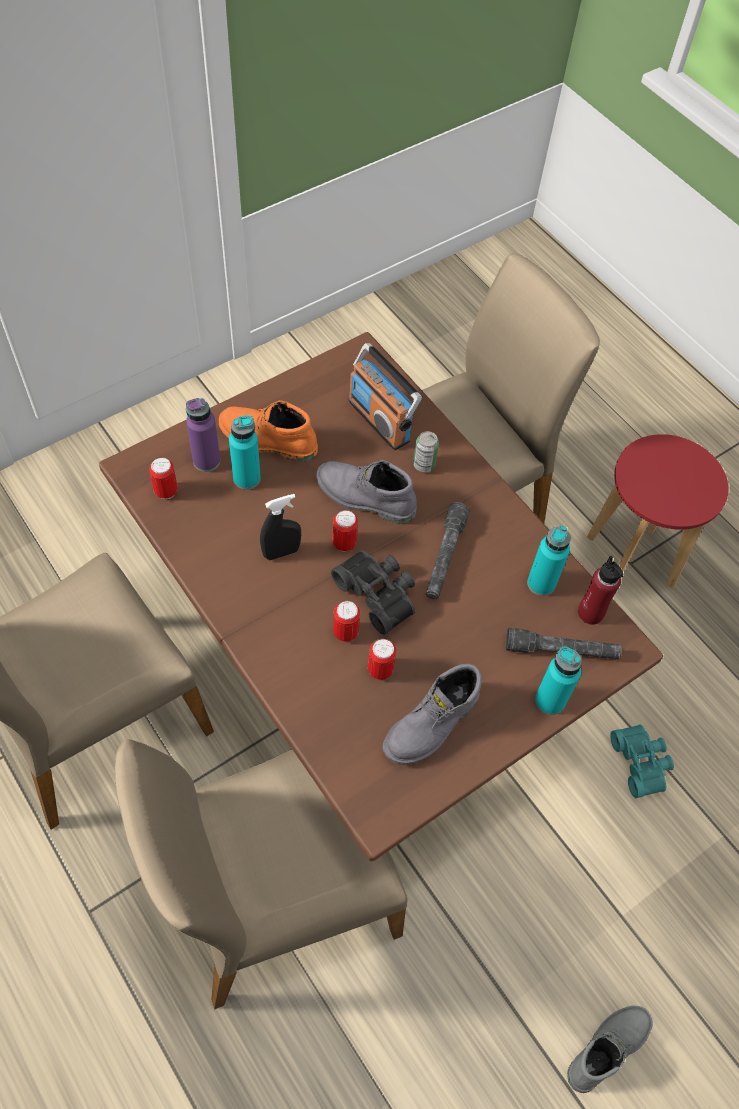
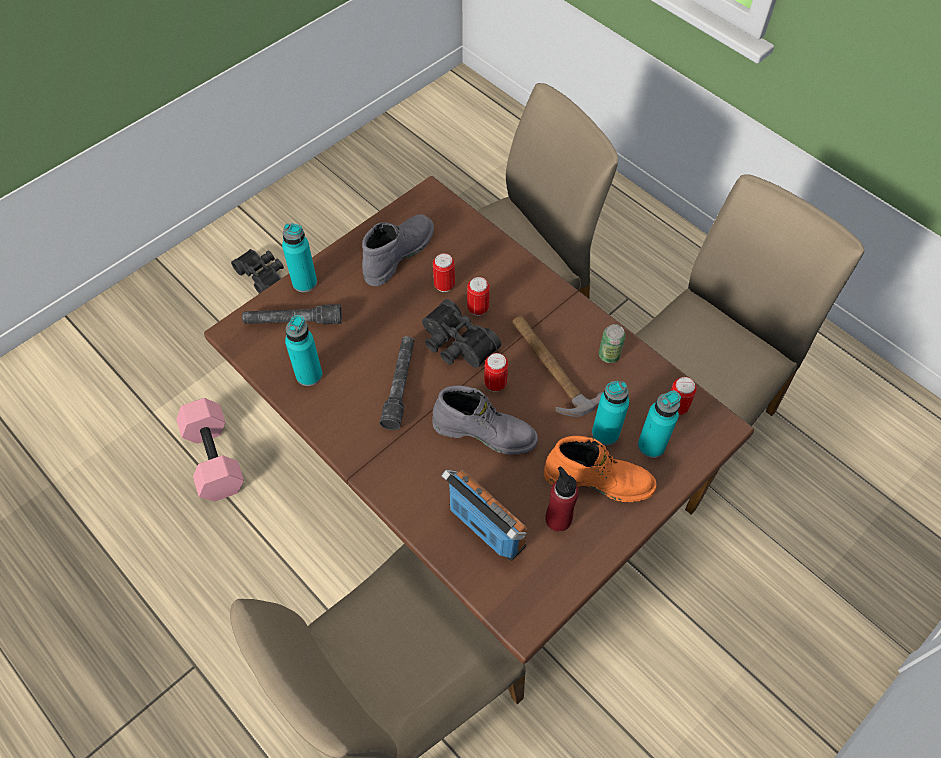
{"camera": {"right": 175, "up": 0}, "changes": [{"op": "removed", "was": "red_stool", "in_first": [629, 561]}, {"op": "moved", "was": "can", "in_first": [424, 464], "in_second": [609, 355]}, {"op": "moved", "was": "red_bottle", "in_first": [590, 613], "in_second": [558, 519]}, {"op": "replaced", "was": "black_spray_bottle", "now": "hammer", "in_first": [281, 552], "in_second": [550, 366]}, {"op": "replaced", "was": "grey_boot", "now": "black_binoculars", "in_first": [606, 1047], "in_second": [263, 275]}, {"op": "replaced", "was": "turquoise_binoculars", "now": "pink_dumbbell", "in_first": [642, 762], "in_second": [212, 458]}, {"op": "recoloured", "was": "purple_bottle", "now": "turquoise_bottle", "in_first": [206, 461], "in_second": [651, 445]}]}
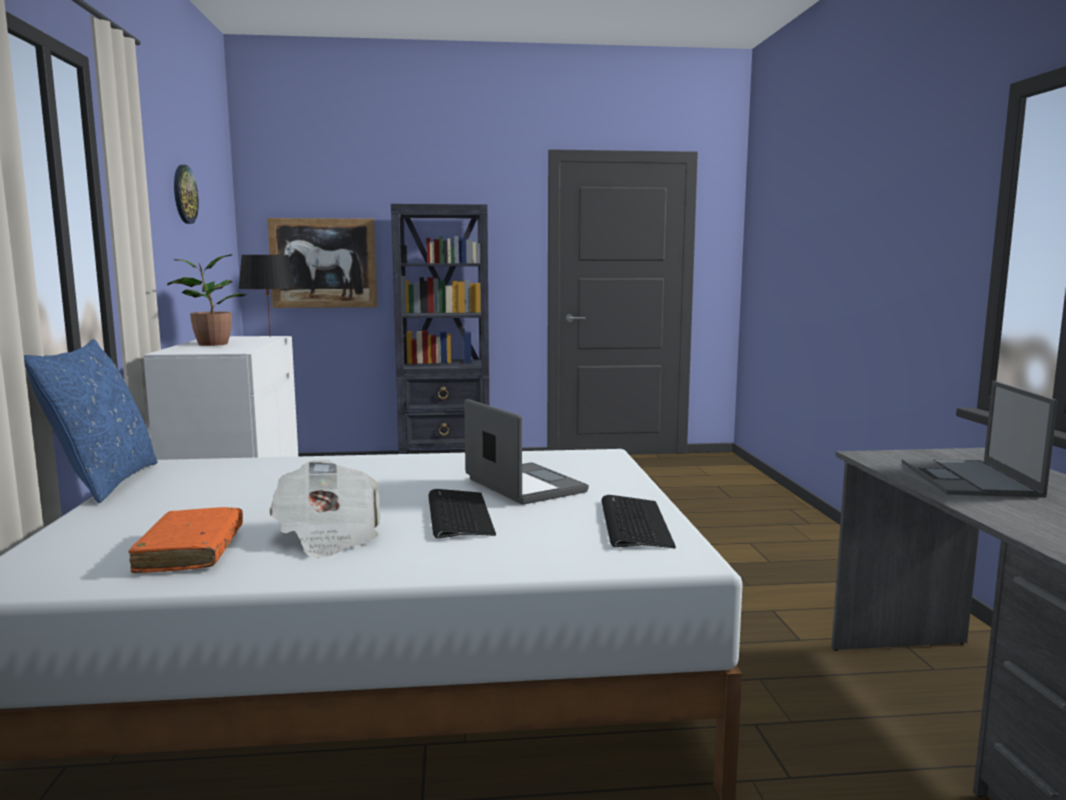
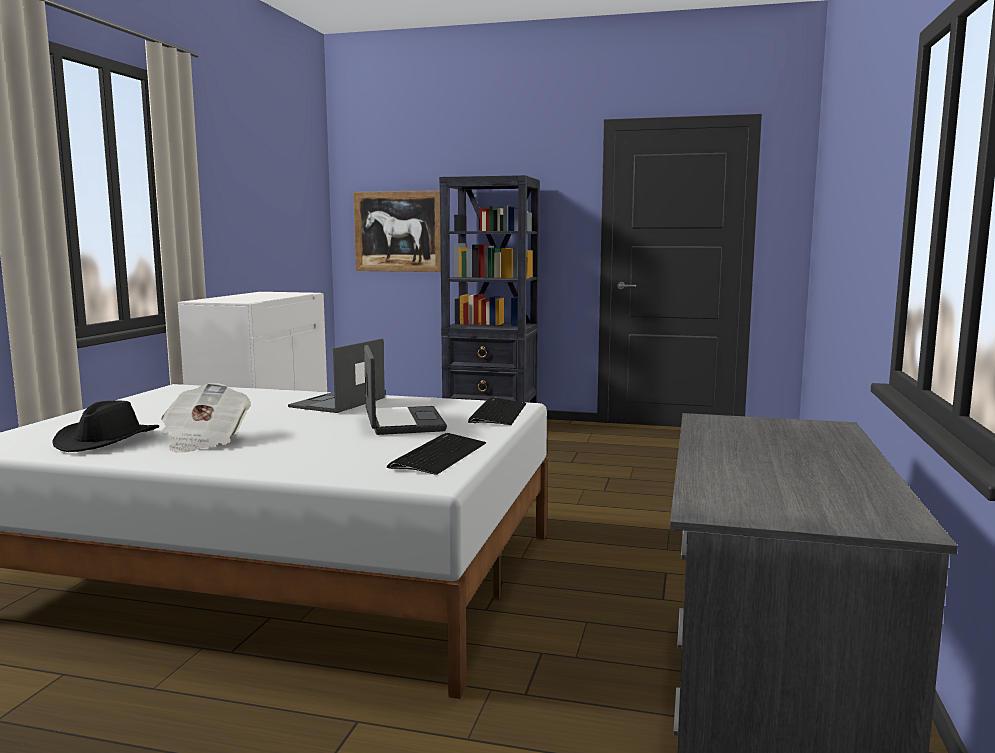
{"camera": {"right": 20, "up": 0}, "changes": [{"op": "removed", "was": "blue_pillow", "in_first": [103, 483]}, {"op": "removed", "was": "potted_plant", "in_first": [210, 344]}, {"op": "removed", "was": "wall_clock", "in_first": [184, 194]}, {"op": "removed", "was": "black_table_lamp", "in_first": [269, 337]}, {"op": "moved", "was": "keyboard", "in_first": [458, 515], "in_second": [497, 413]}, {"op": "moved", "was": "laptop", "in_first": [970, 479], "in_second": [337, 402]}, {"op": "replaced", "was": "orange_book", "now": "black_hat", "in_first": [191, 551], "in_second": [107, 440]}]}
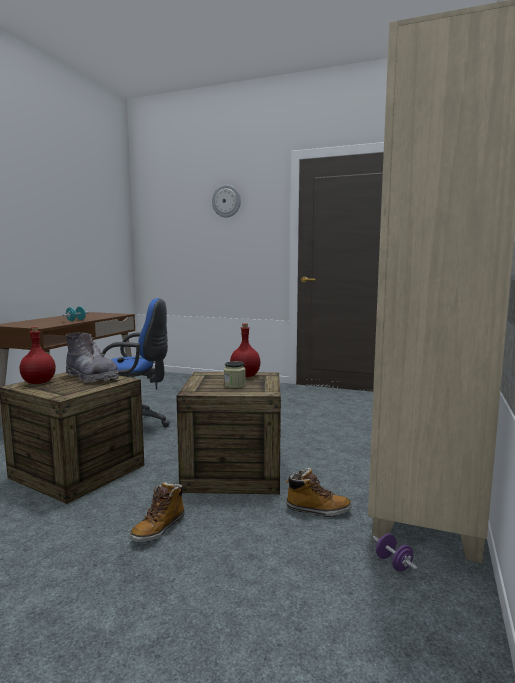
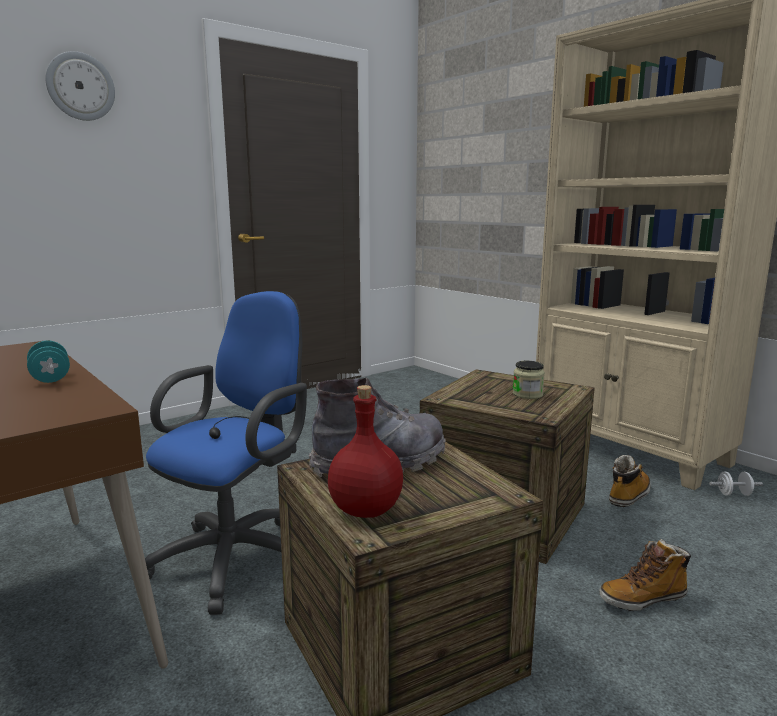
{"camera": {"right": -60, "up": 5}, "changes": [{"op": "removed", "was": "red_bottle", "in_first": [245, 376]}, {"op": "recoloured", "was": "purple_dumbbell", "now": "white_dumbbell", "in_first": [393, 564], "in_second": [734, 494]}, {"op": "turned", "was": "boot", "in_first": [159, 529], "in_second": [643, 598], "clockwise": 105}]}
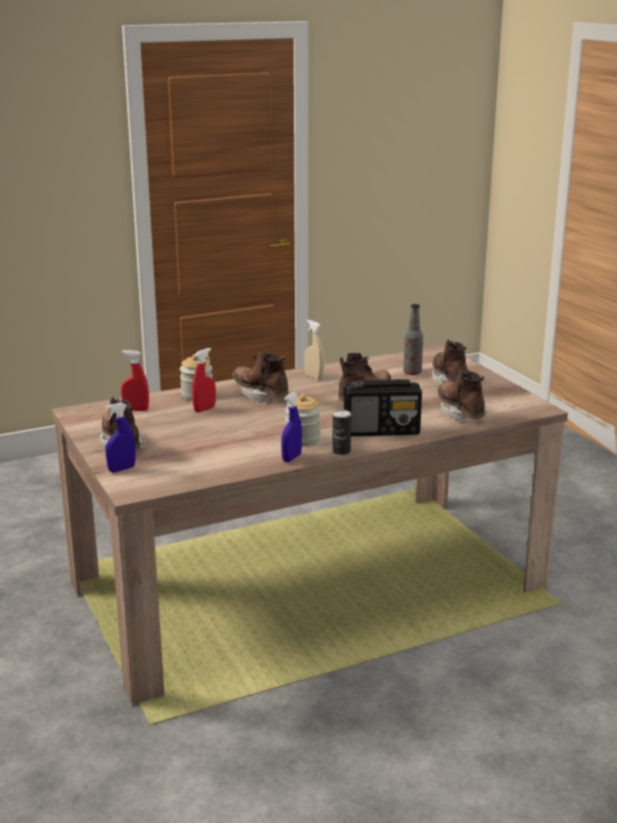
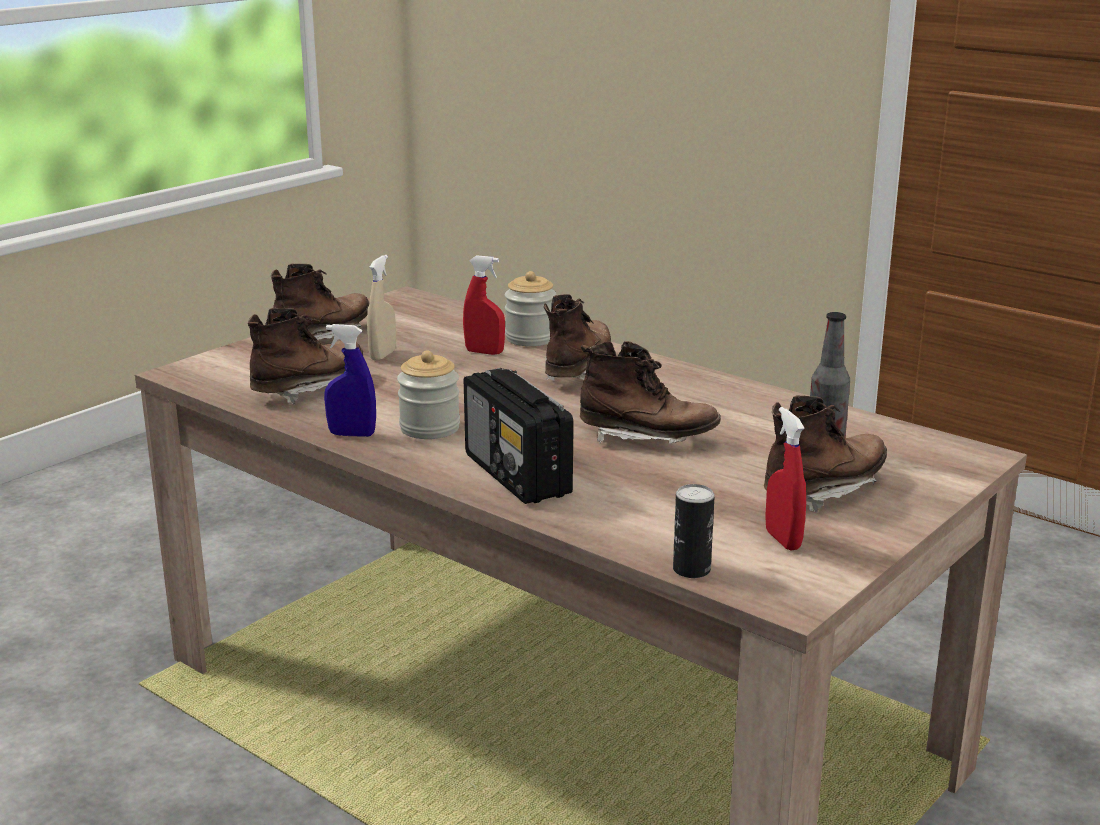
{"camera": {"right": 65, "up": 0}, "changes": [{"op": "removed", "was": "blue_spray_bottle", "in_first": [121, 469]}, {"op": "moved", "was": "red_spray_bottle", "in_first": [136, 410], "in_second": [783, 540]}, {"op": "moved", "was": "beige_spray_bottle", "in_first": [314, 377], "in_second": [383, 355]}, {"op": "moved", "was": "can", "in_first": [341, 451], "in_second": [691, 569]}, {"op": "moved", "was": "brown_boot", "in_first": [460, 413], "in_second": [308, 389]}]}
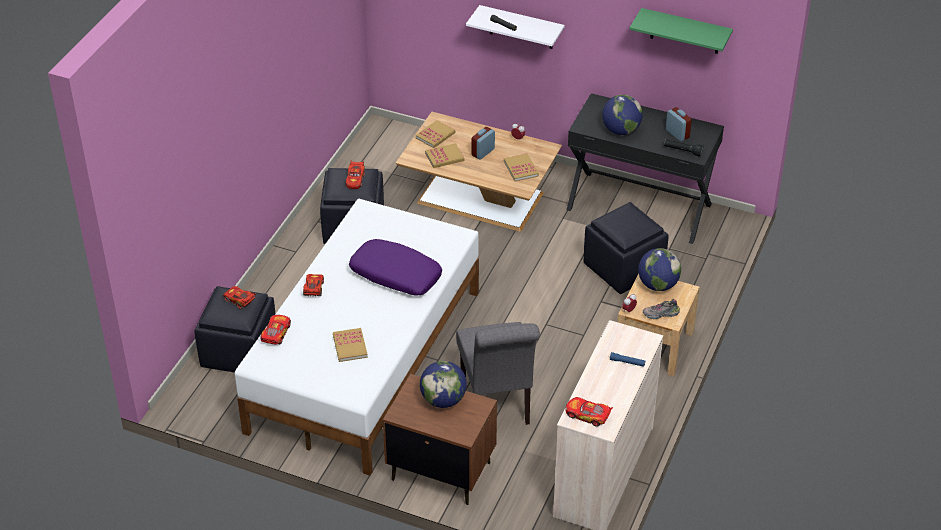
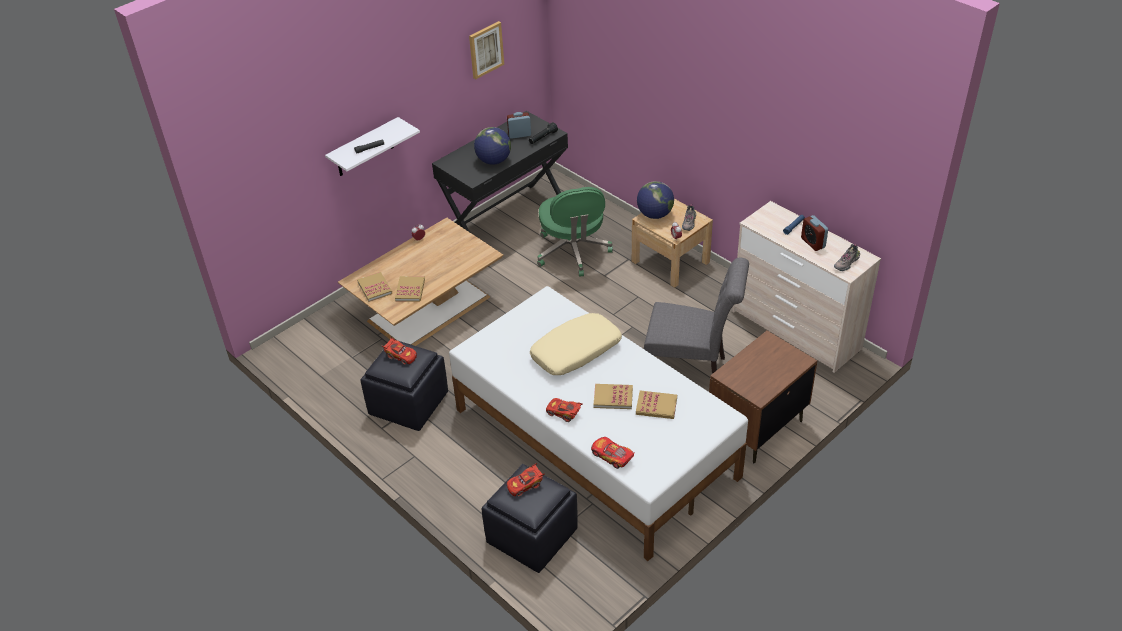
{"camera": {"right": -65, "up": 0}, "changes": [{"op": "removed", "was": "globe", "in_first": [443, 400]}, {"op": "moved", "was": "alarm_clock", "in_first": [483, 152], "in_second": [813, 243]}, {"op": "moved", "was": "book", "in_first": [521, 169], "in_second": [613, 397]}, {"op": "replaced", "was": "toy_car", "now": "shoe", "in_first": [588, 415], "in_second": [846, 263]}, {"op": "replaced", "was": "black_ottoman", "now": "green_office_chair", "in_first": [622, 268], "in_second": [573, 252]}, {"op": "replaced", "was": "green_shelf", "now": "picture", "in_first": [685, 31], "in_second": [485, 49]}, {"op": "recoloured", "was": "purple_pillow", "now": "beige_pillow", "in_first": [395, 275], "in_second": [576, 352]}]}
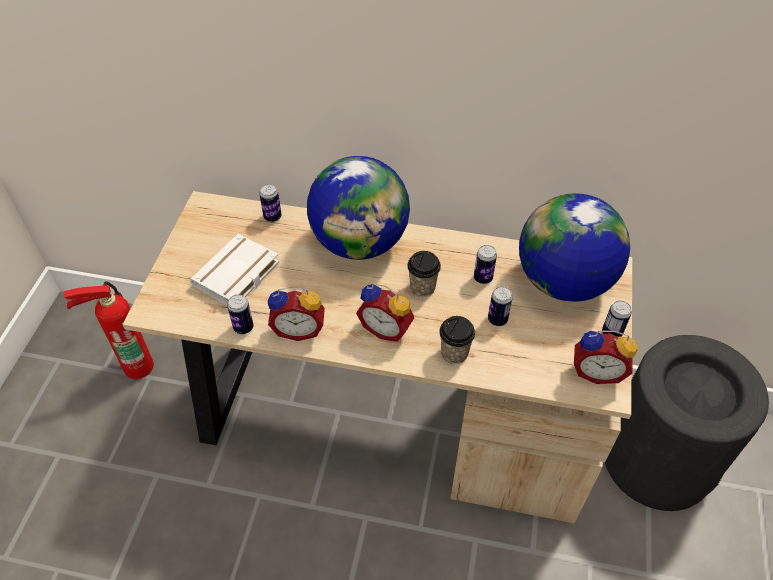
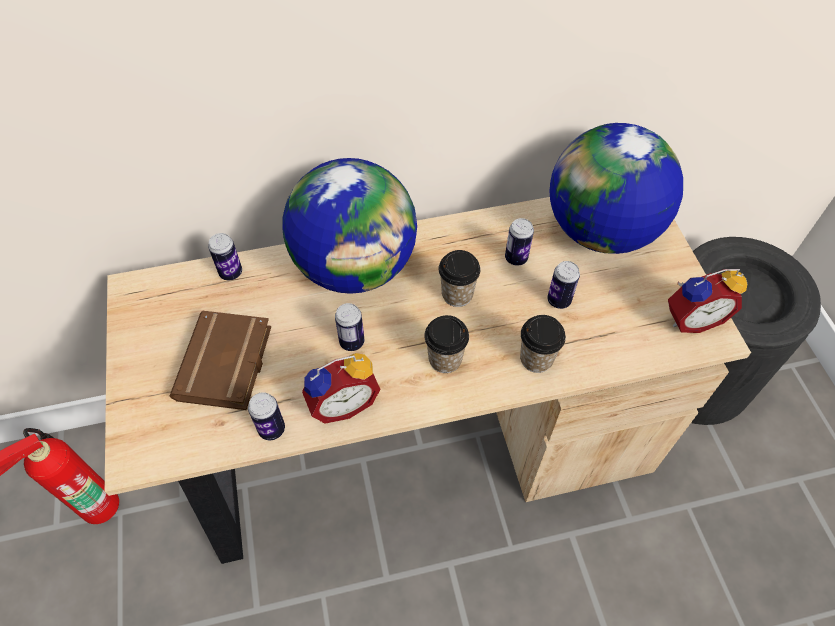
{"camera": {"right": -25, "up": 5}, "changes": [{"op": "moved", "was": "can", "in_first": [611, 334], "in_second": [352, 342]}, {"op": "replaced", "was": "alarm_clock", "now": "cup", "in_first": [387, 328], "in_second": [445, 359]}, {"op": "recoloured", "was": "white_book", "now": "brown_book", "in_first": [237, 277], "in_second": [227, 366]}]}
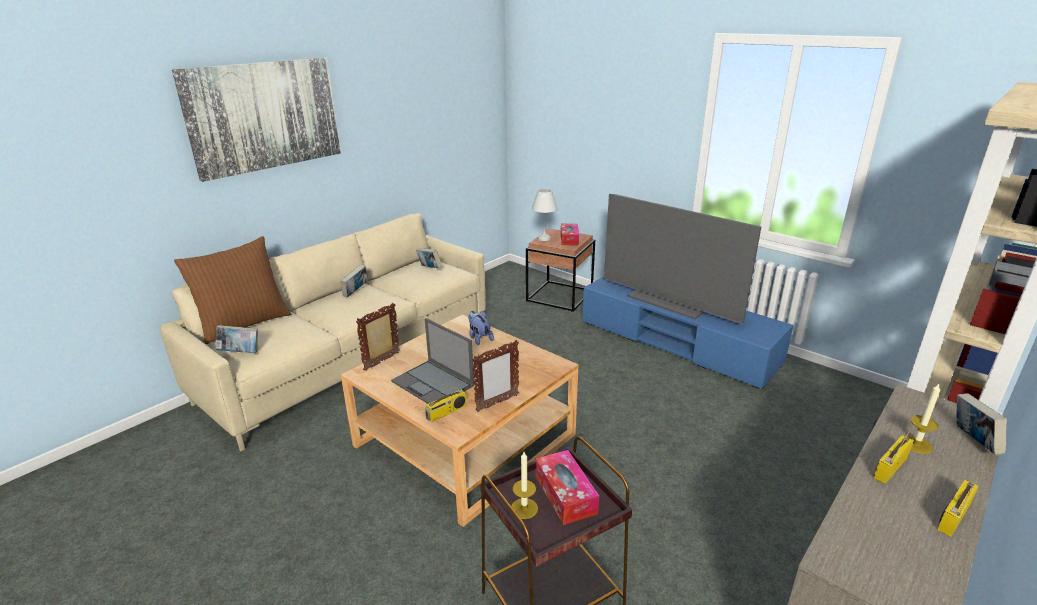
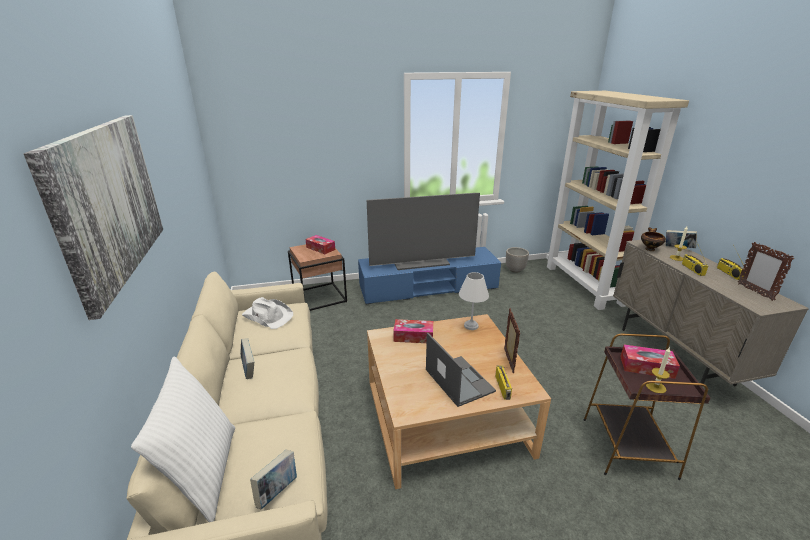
{"camera": {"right": -55, "up": 0}, "changes": [{"op": "added", "now": "planter", "in_second": [515, 270]}, {"op": "added", "now": "bowl", "in_second": [649, 249]}, {"op": "moved", "was": "picture_frame", "in_first": [382, 361], "in_second": [754, 292]}, {"op": "moved", "was": "white_table_lamp", "in_first": [543, 238], "in_second": [470, 326]}, {"op": "replaced", "was": "book", "now": "white_hat", "in_first": [430, 268], "in_second": [268, 316]}, {"op": "replaced", "was": "plush_toy", "now": "tissue_box", "in_first": [479, 338], "in_second": [413, 336]}, {"op": "recoloured", "was": "brown_pillow", "now": "white_pillow", "in_first": [244, 324], "in_second": [203, 473]}, {"op": "turned", "was": "laptop", "in_first": [433, 384], "in_second": [458, 380], "clockwise": -105}]}
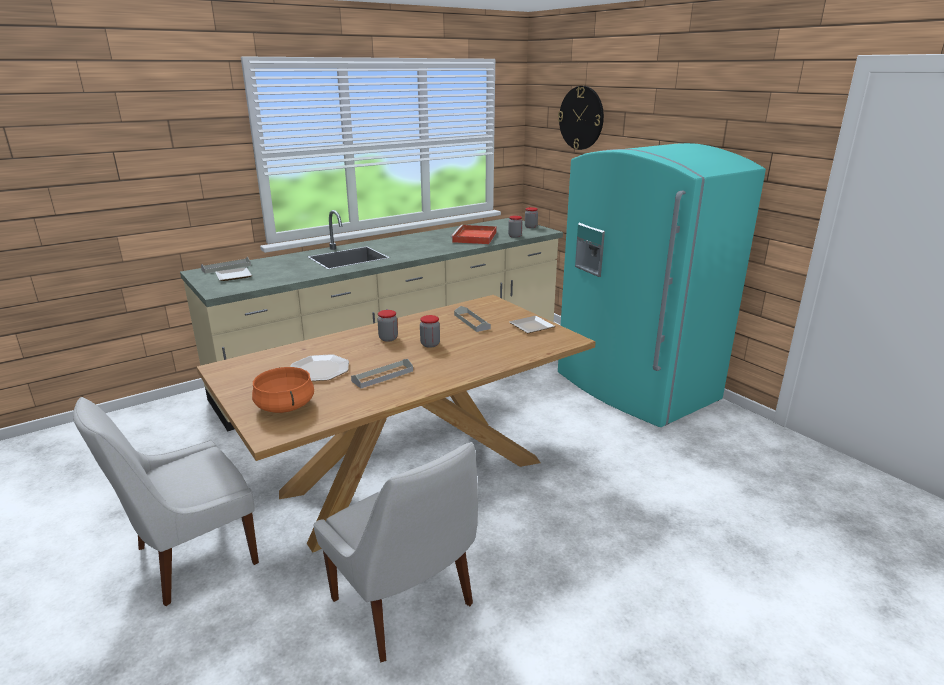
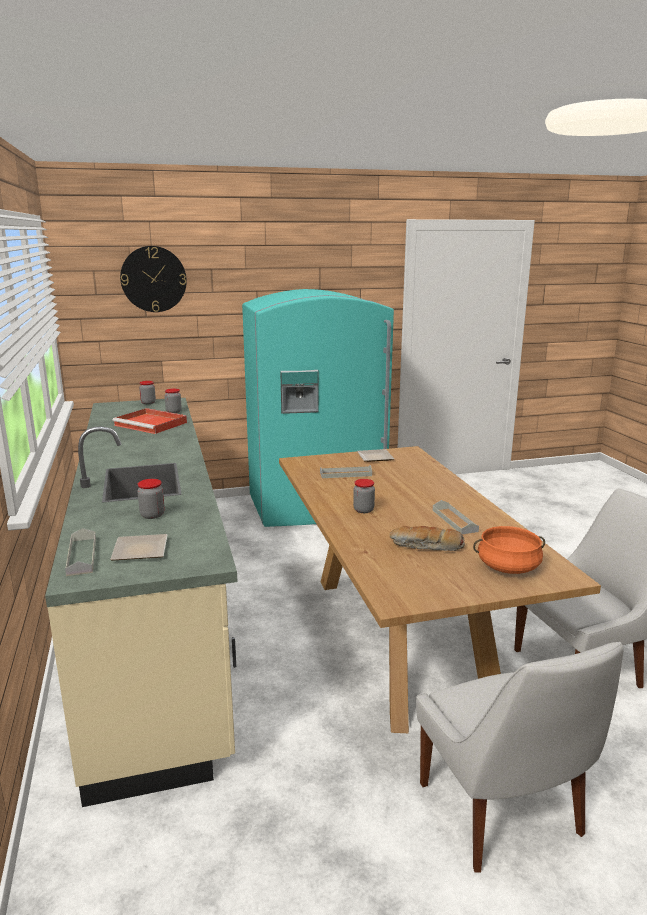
{"camera": {"right": -70, "up": -5}, "changes": [{"op": "moved", "was": "jar", "in_first": [430, 344], "in_second": [152, 515]}, {"op": "replaced", "was": "plate", "now": "bread", "in_first": [319, 369], "in_second": [426, 547]}]}
